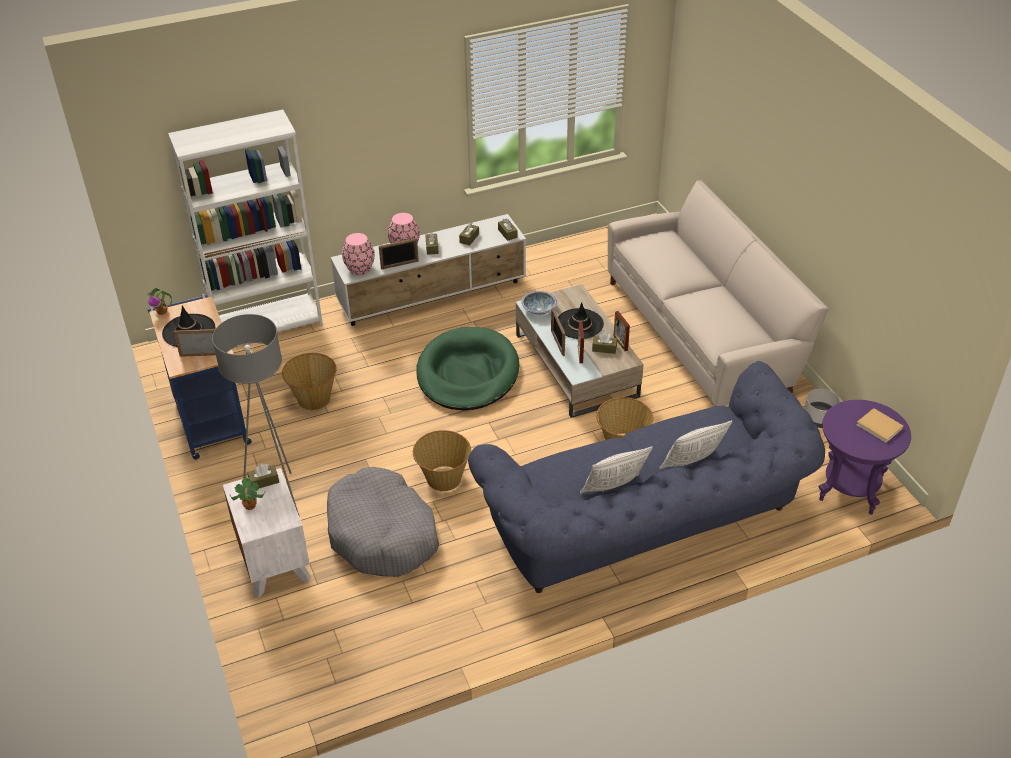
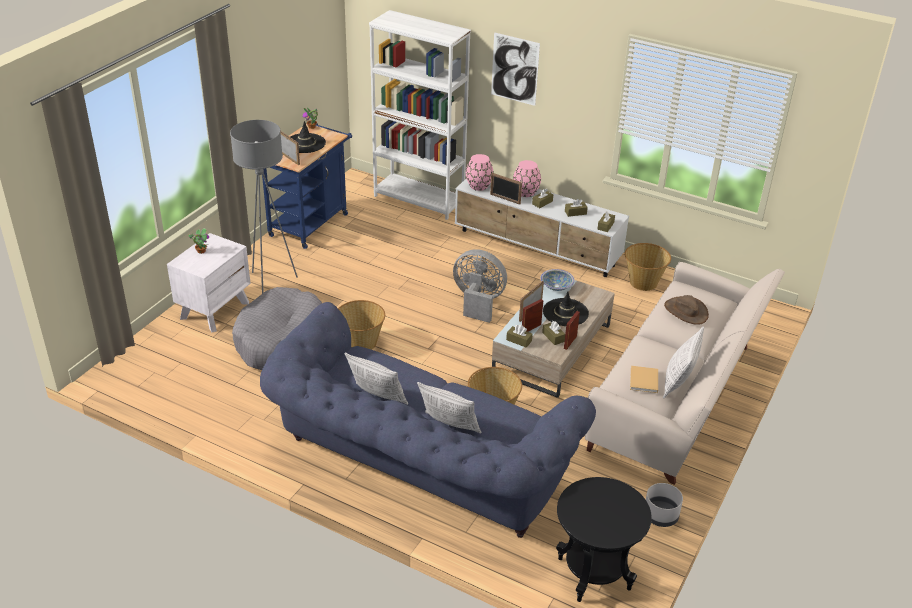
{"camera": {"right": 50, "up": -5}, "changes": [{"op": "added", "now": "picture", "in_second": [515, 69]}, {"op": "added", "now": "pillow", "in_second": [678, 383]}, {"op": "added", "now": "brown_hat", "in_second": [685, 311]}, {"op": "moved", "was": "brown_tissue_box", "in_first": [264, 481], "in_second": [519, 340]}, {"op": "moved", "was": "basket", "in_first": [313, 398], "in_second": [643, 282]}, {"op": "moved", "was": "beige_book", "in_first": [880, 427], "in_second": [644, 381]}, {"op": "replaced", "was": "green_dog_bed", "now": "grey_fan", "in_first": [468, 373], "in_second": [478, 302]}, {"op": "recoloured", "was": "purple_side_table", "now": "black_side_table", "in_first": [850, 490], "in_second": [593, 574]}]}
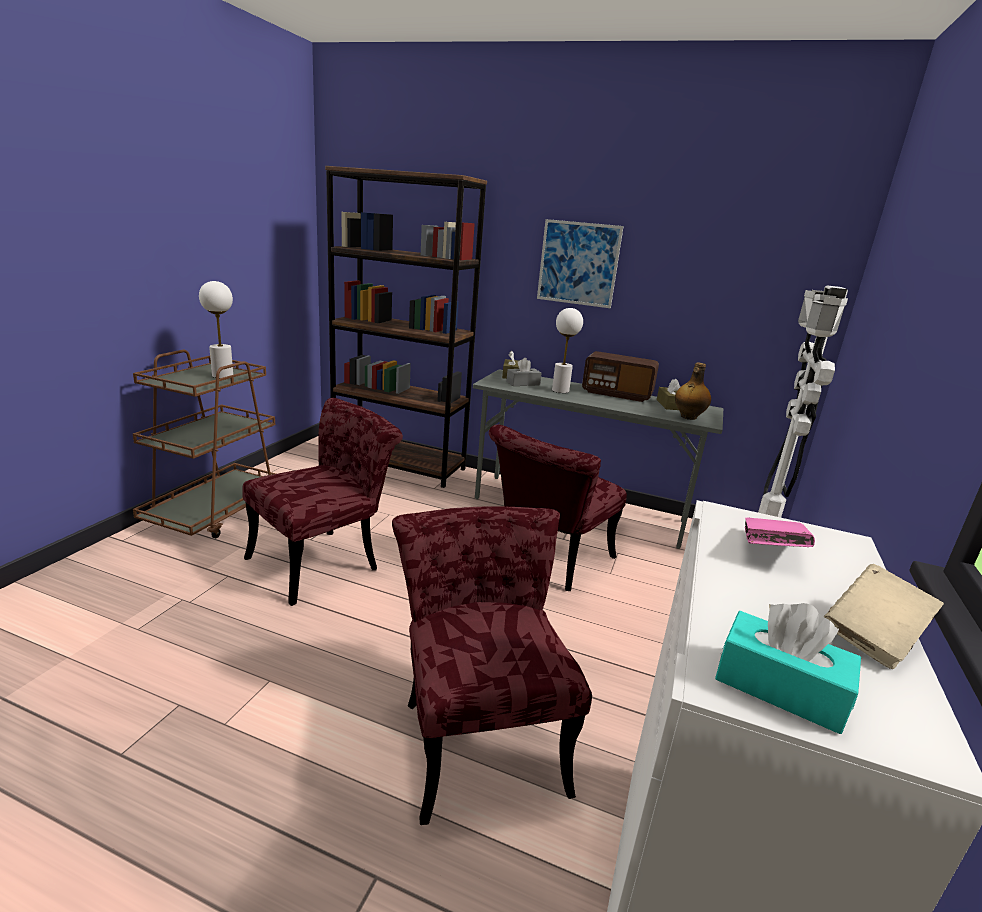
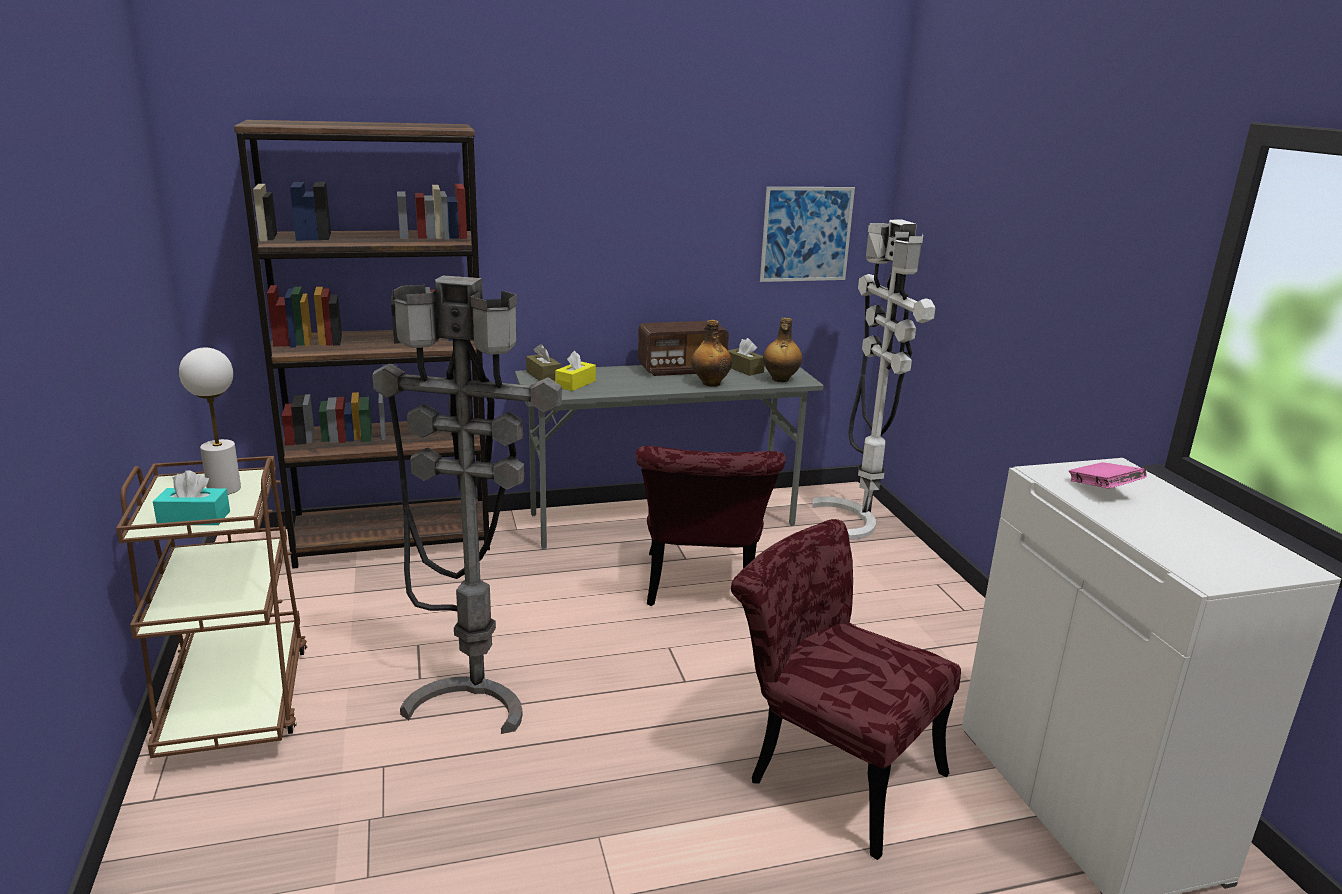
{"camera": {"right": -35, "up": 0}, "changes": [{"op": "removed", "was": "white_table_lamp", "in_first": [560, 390]}, {"op": "removed", "was": "beige_book", "in_first": [873, 635]}, {"op": "added", "now": "bottle", "in_second": [710, 383]}, {"op": "moved", "was": "picture", "in_first": [578, 263], "in_second": [806, 234]}, {"op": "moved", "was": "turquoise_tissue_box", "in_first": [779, 688], "in_second": [194, 518]}, {"op": "replaced", "was": "red_chair", "now": "grey_floor_lamp", "in_first": [325, 560], "in_second": [474, 693]}, {"op": "recoloured", "was": "grey_tissue_box", "now": "yellow_tissue_box", "in_first": [523, 383], "in_second": [575, 384]}]}
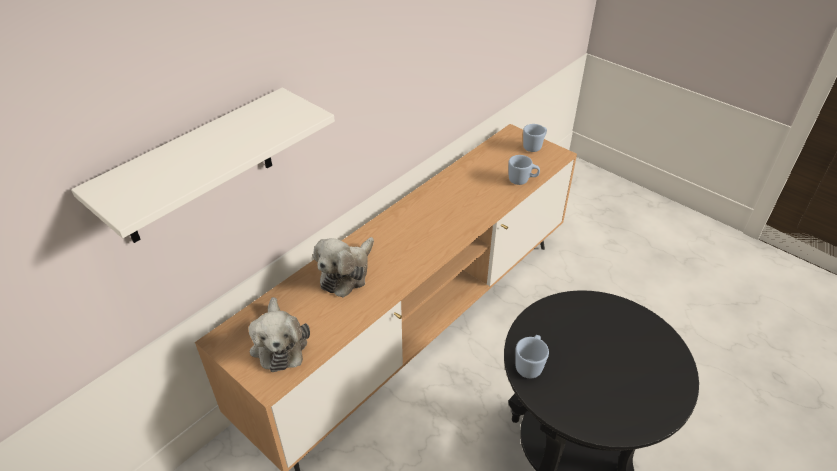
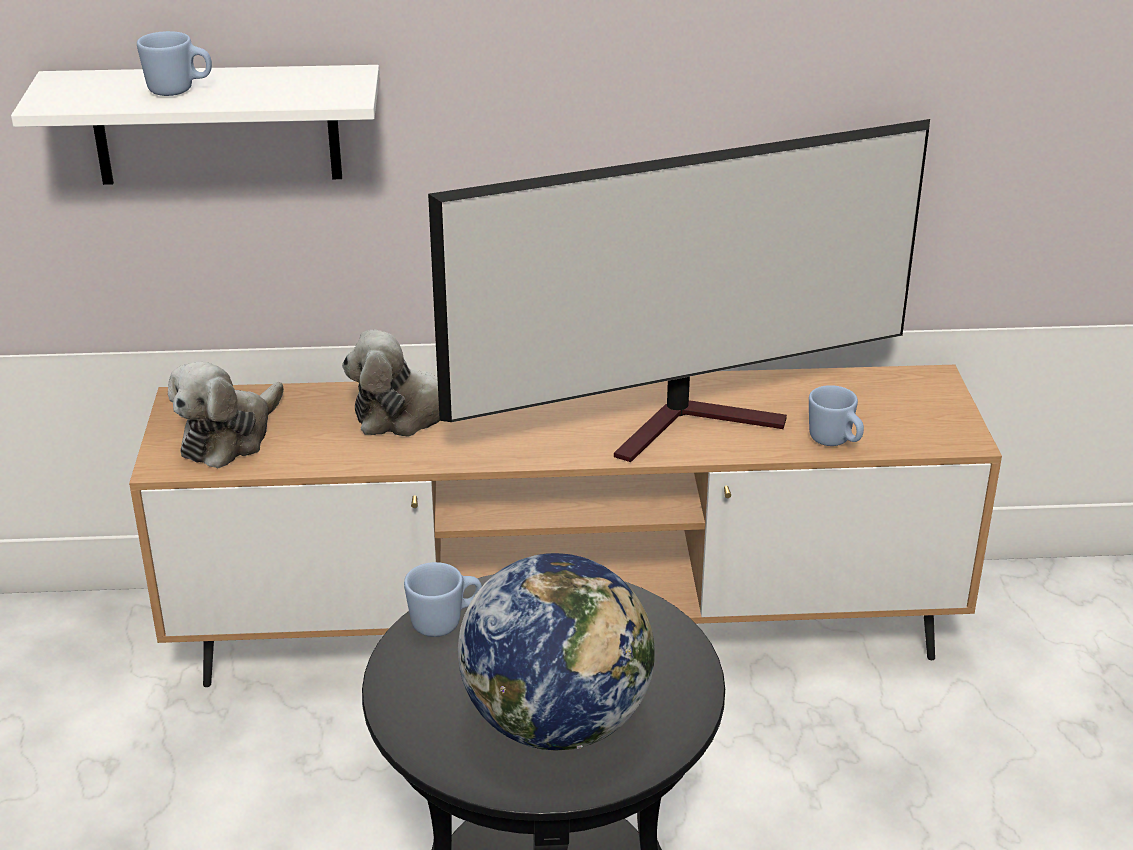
{"camera": {"right": 45, "up": -10}, "changes": [{"op": "added", "now": "television", "in_second": [694, 422]}, {"op": "added", "now": "globe", "in_second": [557, 722]}, {"op": "moved", "was": "blue_mug", "in_first": [534, 146], "in_second": [179, 91]}]}
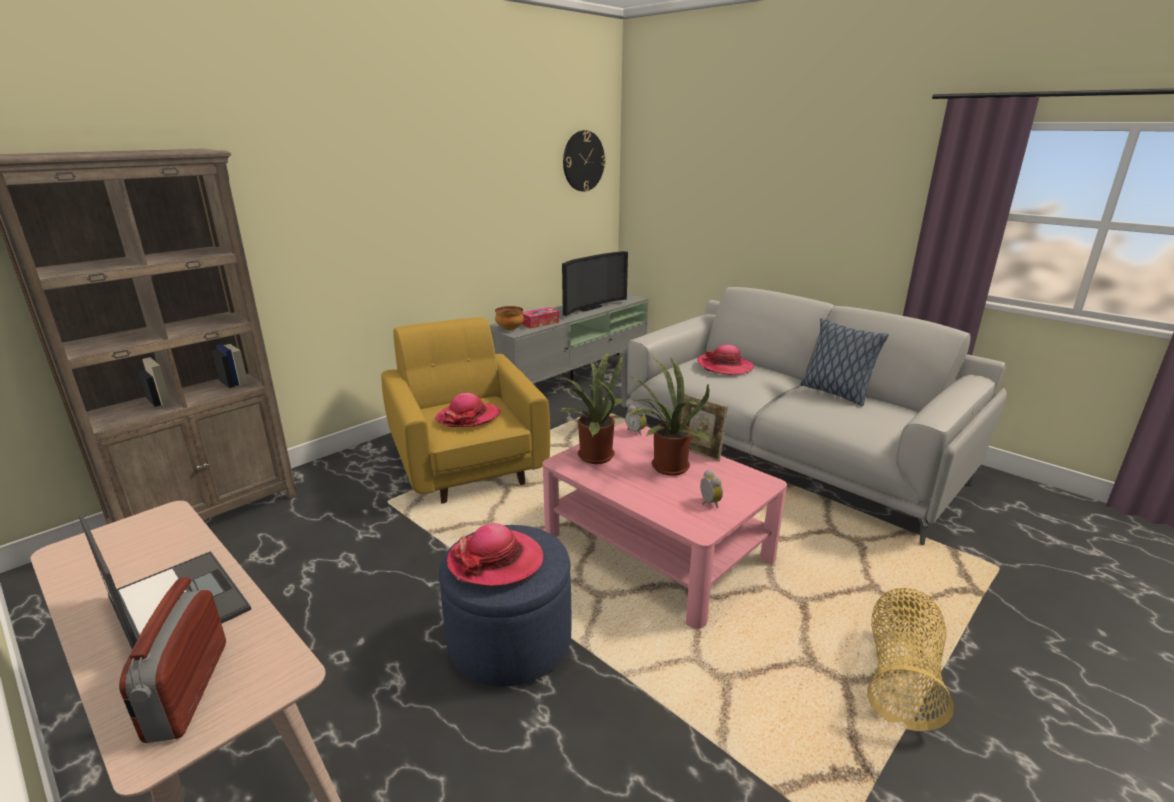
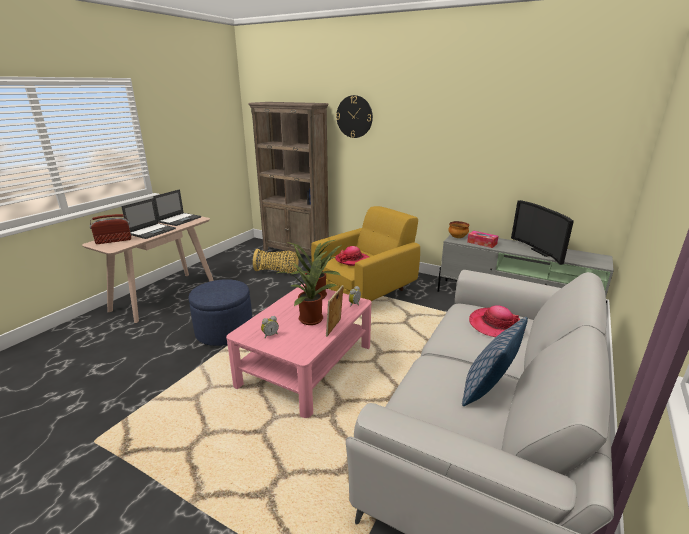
{"camera": {"right": 75, "up": 0}, "changes": [{"op": "removed", "was": "hat", "in_first": [495, 561]}, {"op": "added", "now": "laptop", "in_second": [180, 219]}, {"op": "moved", "was": "wall_clock", "in_first": [583, 161], "in_second": [354, 116]}, {"op": "moved", "was": "basket", "in_first": [901, 677], "in_second": [277, 271]}, {"op": "turned", "was": "television", "in_first": [587, 307], "in_second": [543, 252], "clockwise": 45}]}
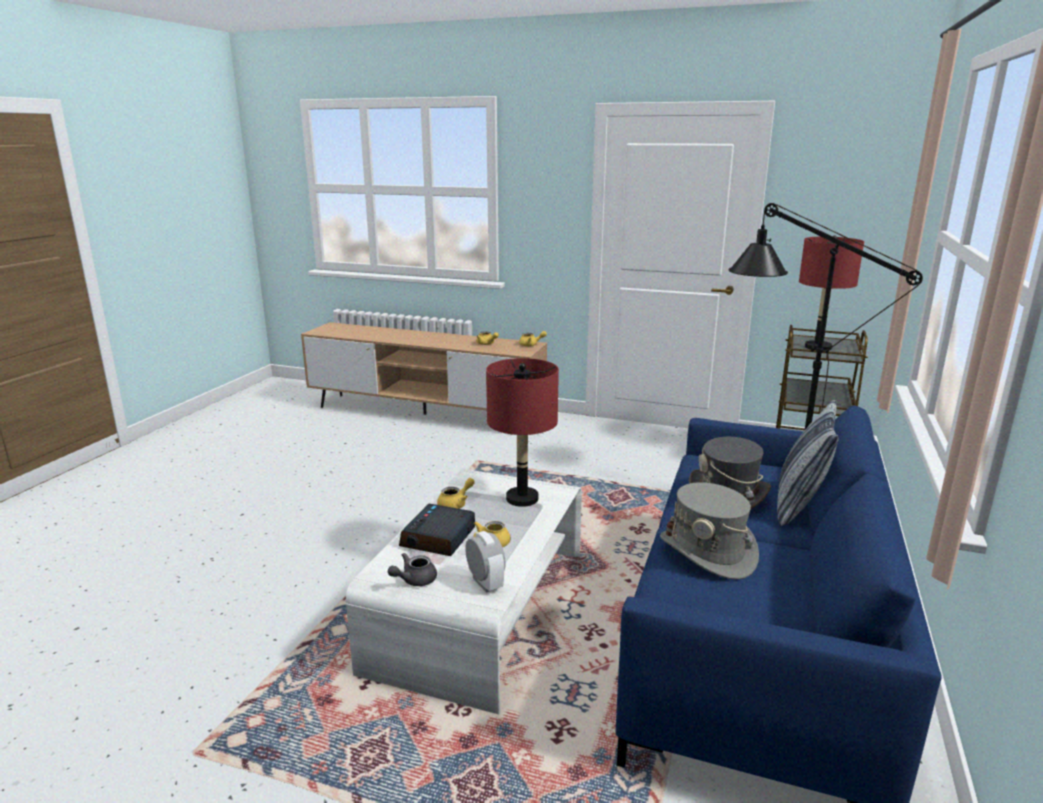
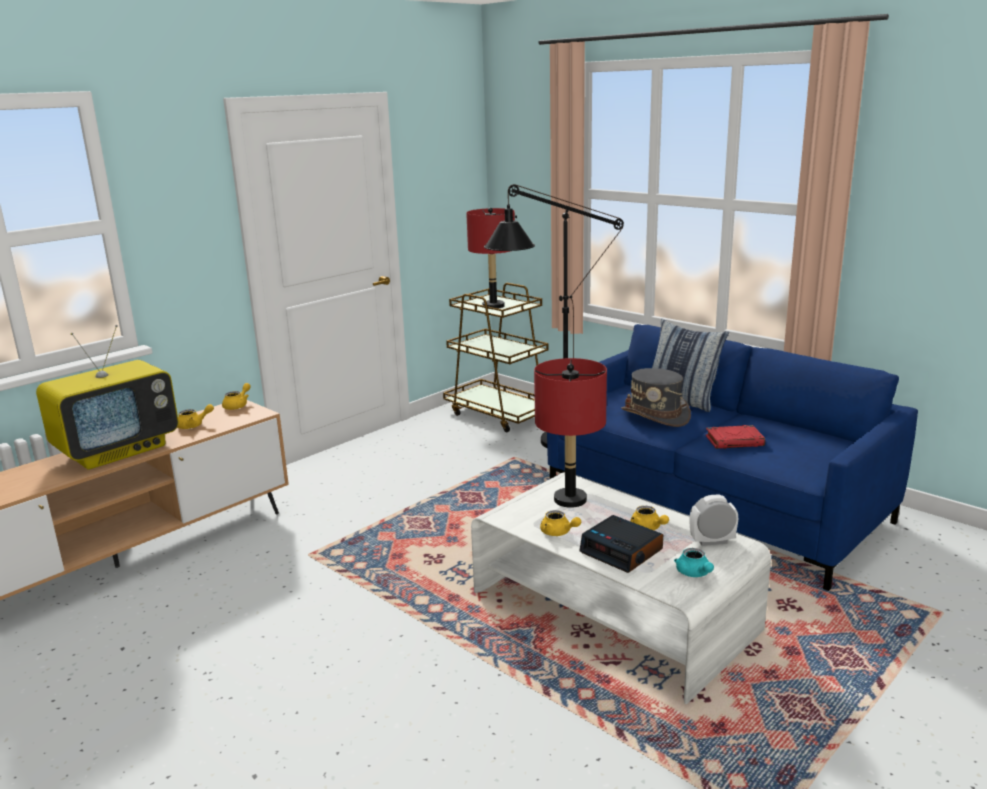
{"camera": {"right": -65, "up": 0}, "changes": [{"op": "added", "now": "television", "in_second": [118, 450]}, {"op": "replaced", "was": "grey_hat", "now": "red_book", "in_first": [708, 552], "in_second": [735, 441]}, {"op": "recoloured", "was": "grey_teapot", "now": "turquoise_teapot", "in_first": [414, 580], "in_second": [694, 574]}, {"op": "turned", "was": "yellow_teapot", "in_first": [456, 504], "in_second": [558, 533], "clockwise": 150}]}
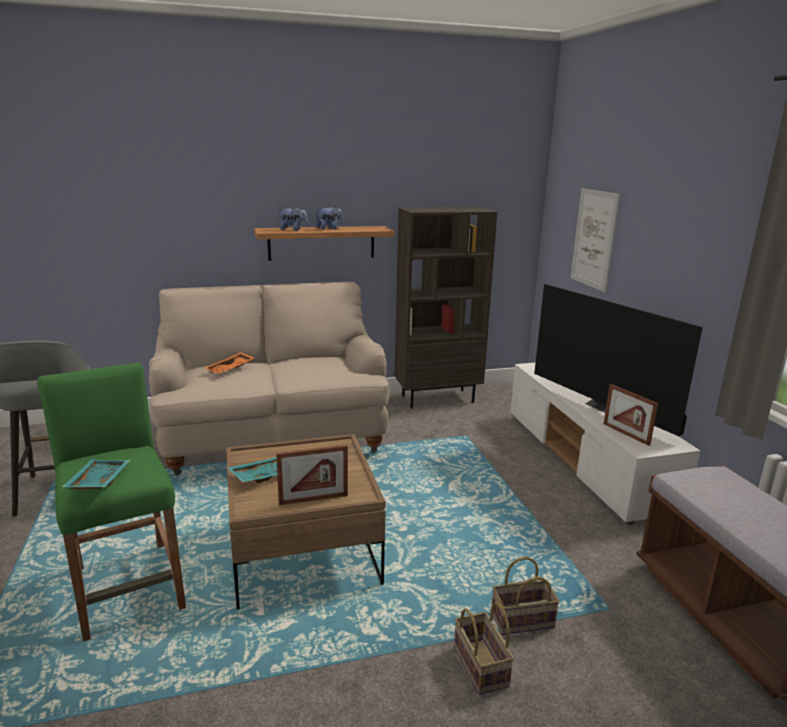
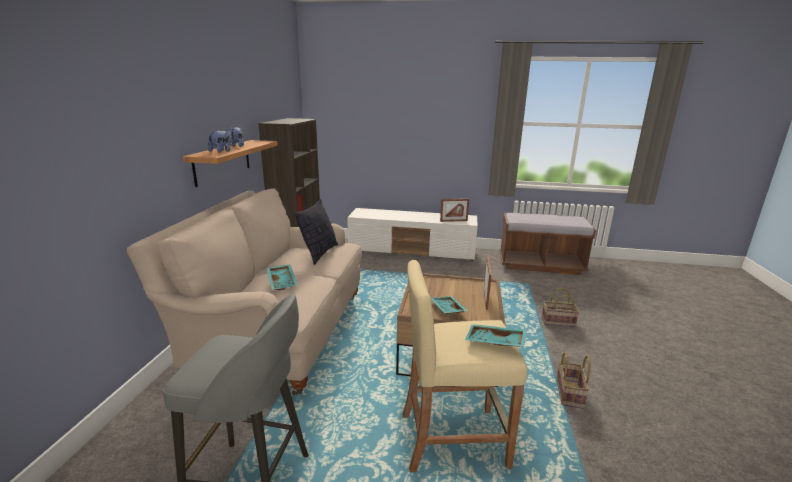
{"camera": {"right": -65, "up": 0}, "changes": [{"op": "removed", "was": "television", "in_first": [605, 407]}, {"op": "removed", "was": "picture", "in_first": [594, 239]}, {"op": "added", "now": "pillow", "in_second": [319, 253]}, {"op": "moved", "was": "basket", "in_first": [521, 621], "in_second": [570, 394]}, {"op": "recoloured", "was": "green_stool", "now": "beige_stool", "in_first": [129, 587], "in_second": [453, 439]}, {"op": "recoloured", "was": "orange_tray", "now": "turquoise_tray", "in_first": [230, 369], "in_second": [283, 282]}]}
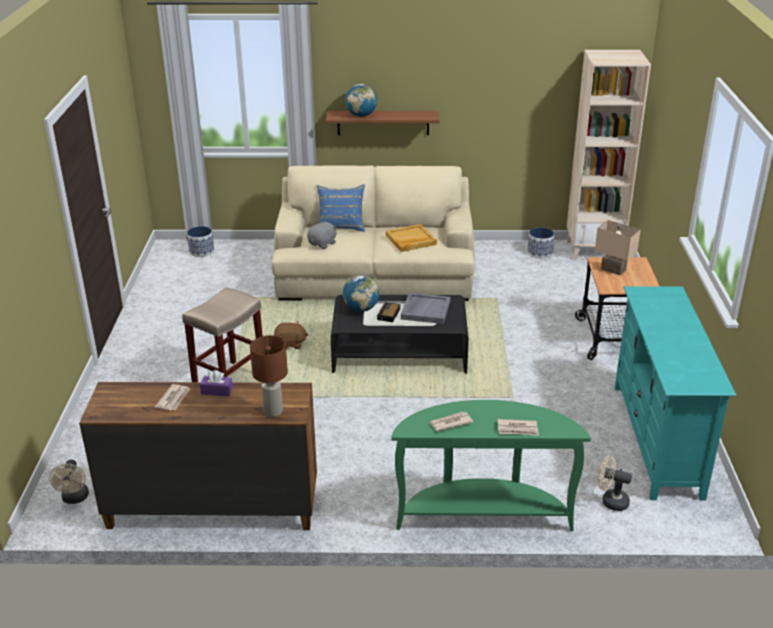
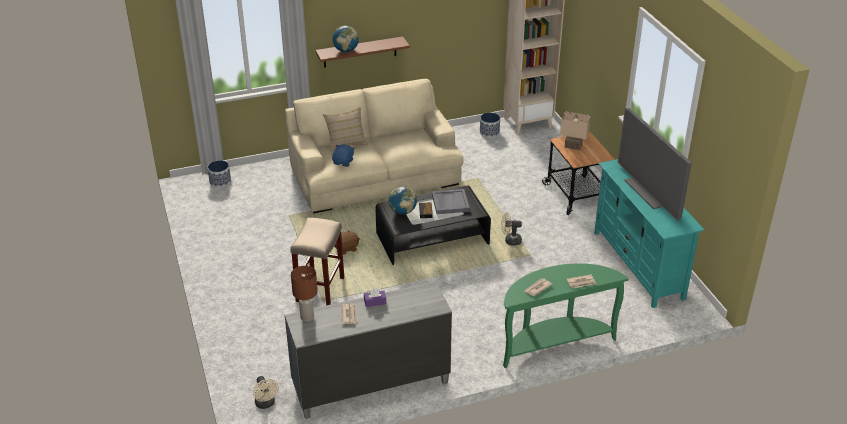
{"camera": {"right": -20, "up": 5}, "changes": [{"op": "removed", "was": "beige_tray", "in_first": [410, 240]}, {"op": "added", "now": "television", "in_second": [650, 192]}, {"op": "moved", "was": "brown_table_lamp", "in_first": [272, 411], "in_second": [306, 317]}, {"op": "moved", "was": "beige_fan", "in_first": [610, 501], "in_second": [510, 241]}, {"op": "recoloured", "was": "brown_dresser", "now": "grey_dresser", "in_first": [212, 508], "in_second": [370, 385]}, {"op": "recoloured", "was": "grey_plush_toy", "now": "blue_plush_toy", "in_first": [323, 244], "in_second": [343, 162]}, {"op": "recoloured", "was": "blue_pillow", "now": "beige_pillow", "in_first": [341, 226], "in_second": [346, 143]}]}
